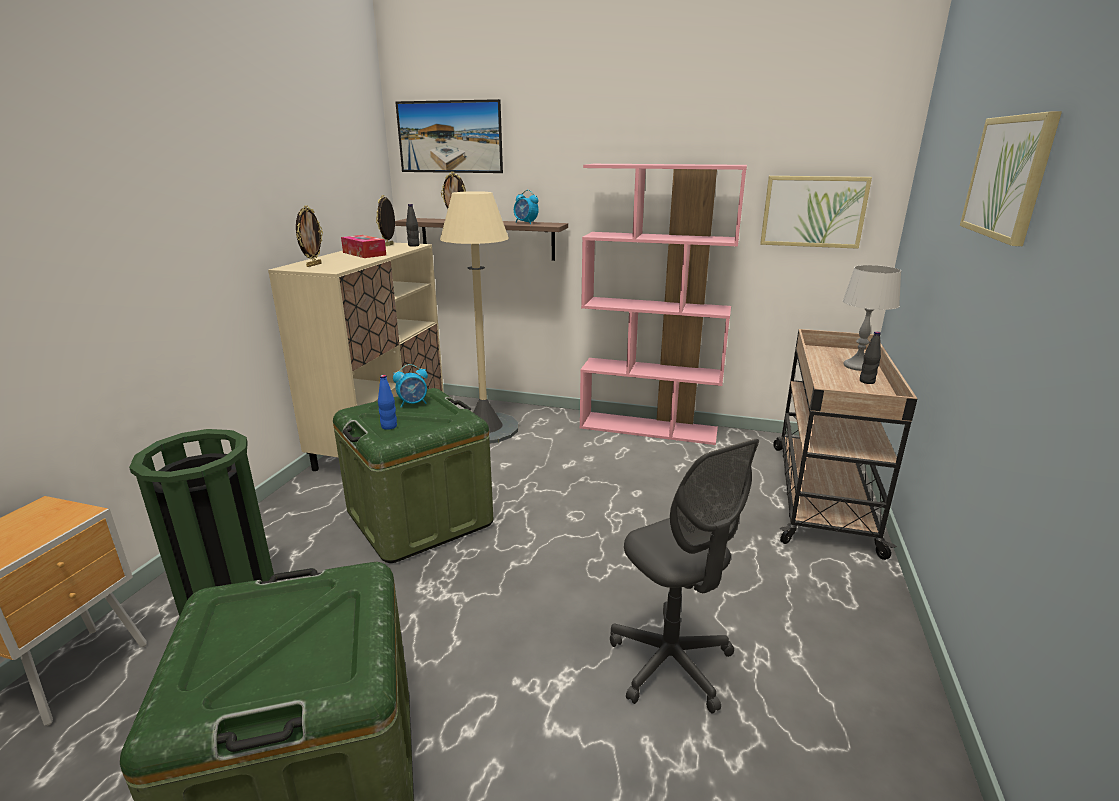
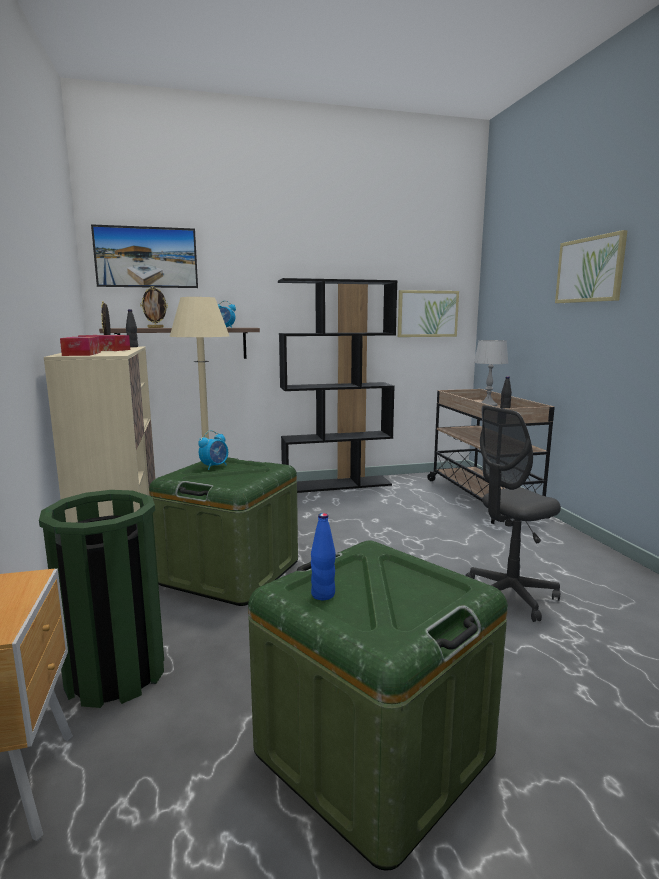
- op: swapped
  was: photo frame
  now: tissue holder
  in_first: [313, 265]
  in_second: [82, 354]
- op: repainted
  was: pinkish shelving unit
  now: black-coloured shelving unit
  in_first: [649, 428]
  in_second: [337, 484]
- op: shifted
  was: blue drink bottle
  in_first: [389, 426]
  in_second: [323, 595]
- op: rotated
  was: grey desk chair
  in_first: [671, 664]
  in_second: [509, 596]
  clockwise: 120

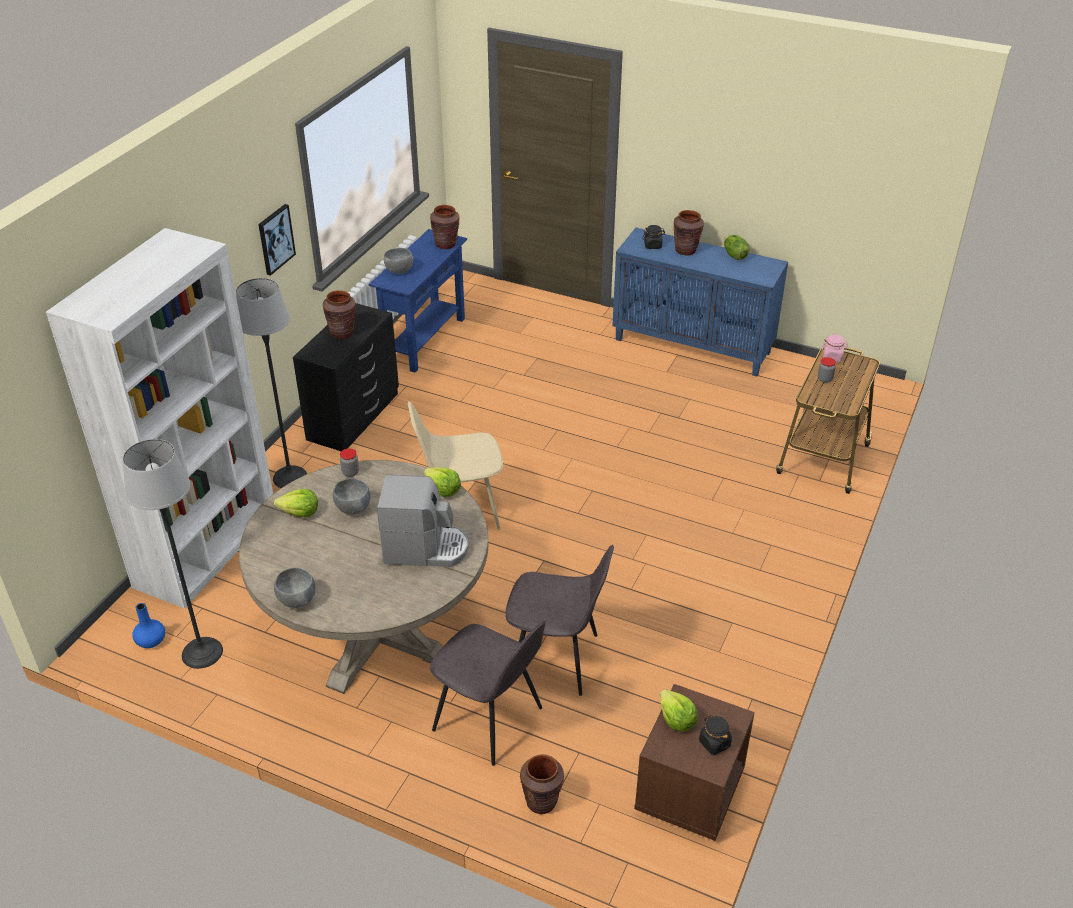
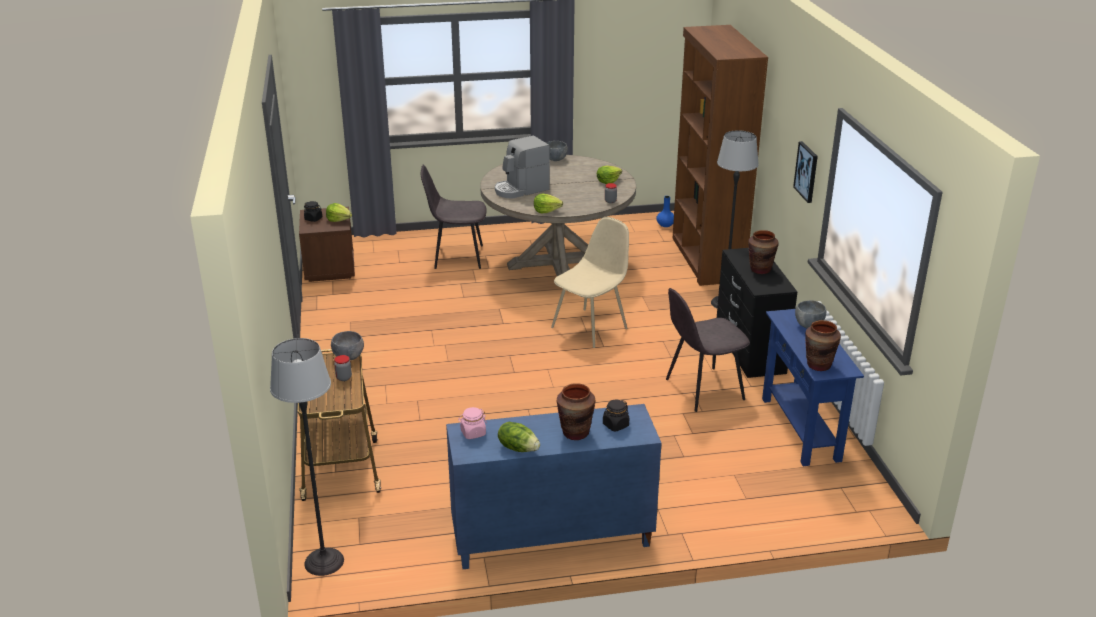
- op: shifted
  was: standard lamp
  in_first: [202, 653]
  in_second: [324, 561]
- op: shifted
  was: grey bowl
  in_first: [353, 509]
  in_second: [348, 357]
- op: shifted
  was: pinkish jar
  in_first: [832, 357]
  in_second: [473, 433]
- op: shifted
  was: grey plain chair
  in_first: [557, 659]
  in_second: [702, 390]
- op: repainted
  was: white shelving unit
  now: brown-coloured shelving unit
  in_first: [207, 548]
  in_second: [706, 259]
- op: gone
  was: brown-coloured vase
  in_first: [541, 801]

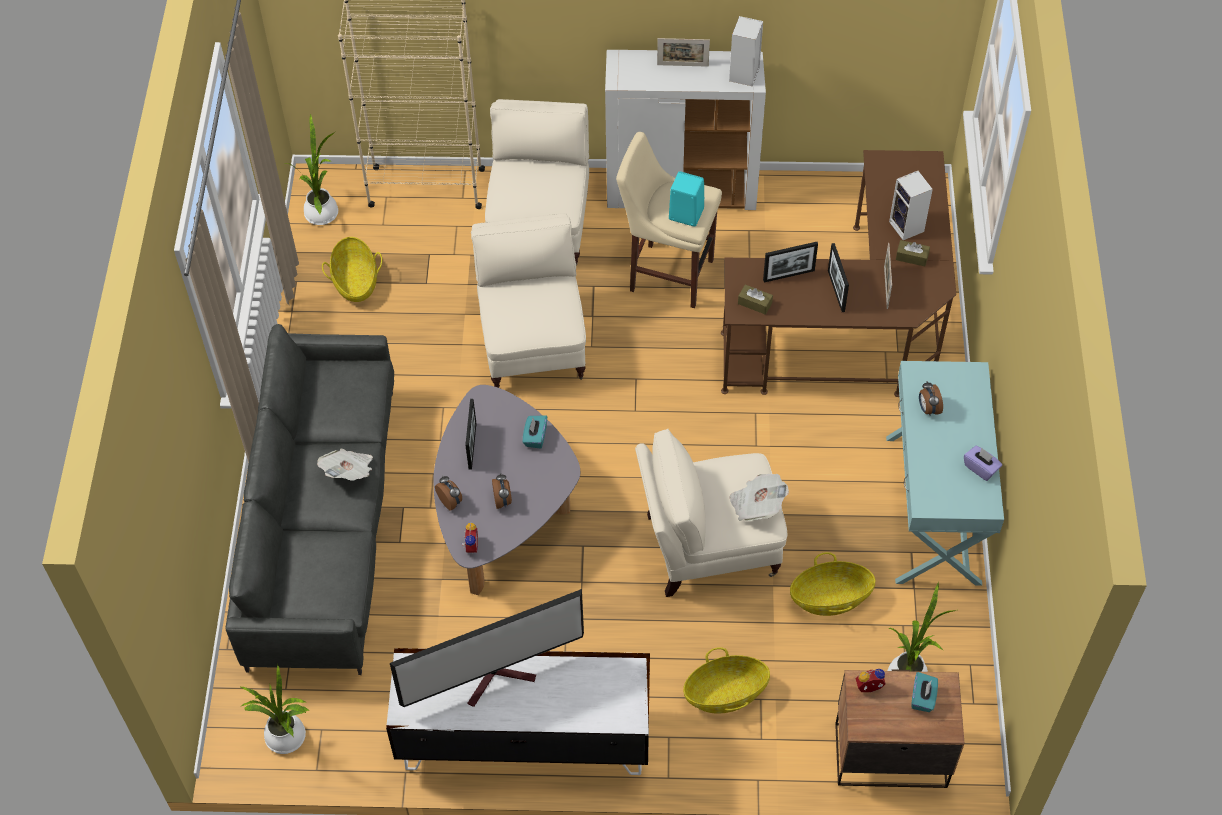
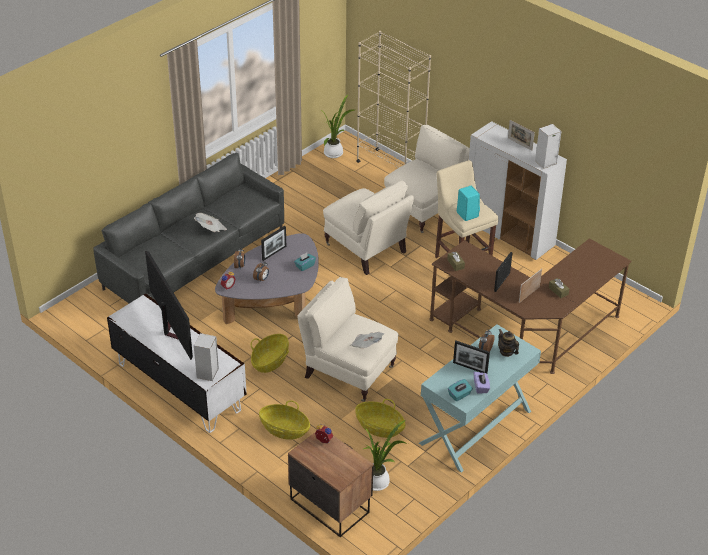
- op: rotated
  was: TV set
  in_first: [499, 679]
  in_second: [171, 330]
  clockwise: -135
- op: shifted
  was: speaker
  in_first: [907, 227]
  in_second: [207, 374]
- op: shifted
  was: storage basket
  in_first: [355, 281]
  in_second: [270, 361]
- op: rotated
  was: sand-coloured easy chair
  in_first: [533, 341]
  in_second: [366, 249]
  clockwise: 105
- op: shifted
  was: turquoise-coloured tissue holder
  in_first: [923, 698]
  in_second: [459, 395]
- op: shifted
  was: photo frame
  in_first: [788, 275]
  in_second: [470, 368]
- op: new
  now: teapot
  in_second: [506, 352]
- op: gone
  was: plant in a pot
  in_first: [288, 738]

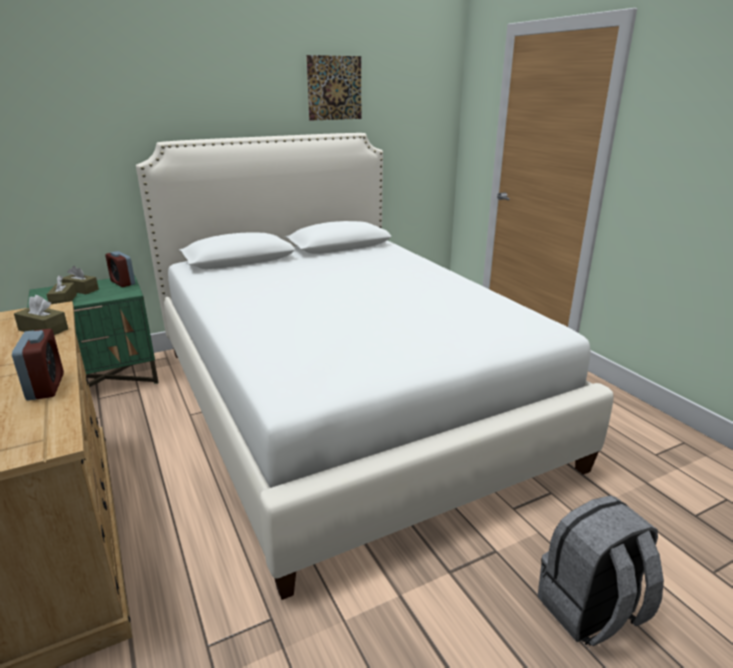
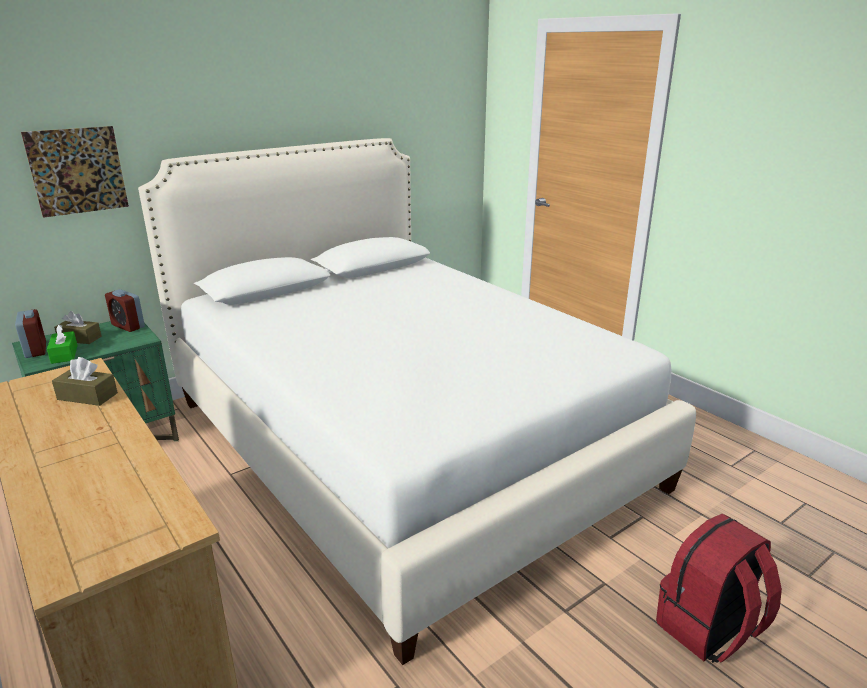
- op: shifted
  was: table clock
  in_first: [46, 387]
  in_second: [36, 350]
- op: shifted
  was: wall art
  in_first: [334, 88]
  in_second: [77, 171]
- op: repainted
  was: brown-coloured tissue holder
  now: greenish tissue holder
  in_first: [63, 301]
  in_second: [64, 354]
- op: repainted
  was: grey backpack
  now: red backpack
  in_first: [590, 611]
  in_second: [708, 630]

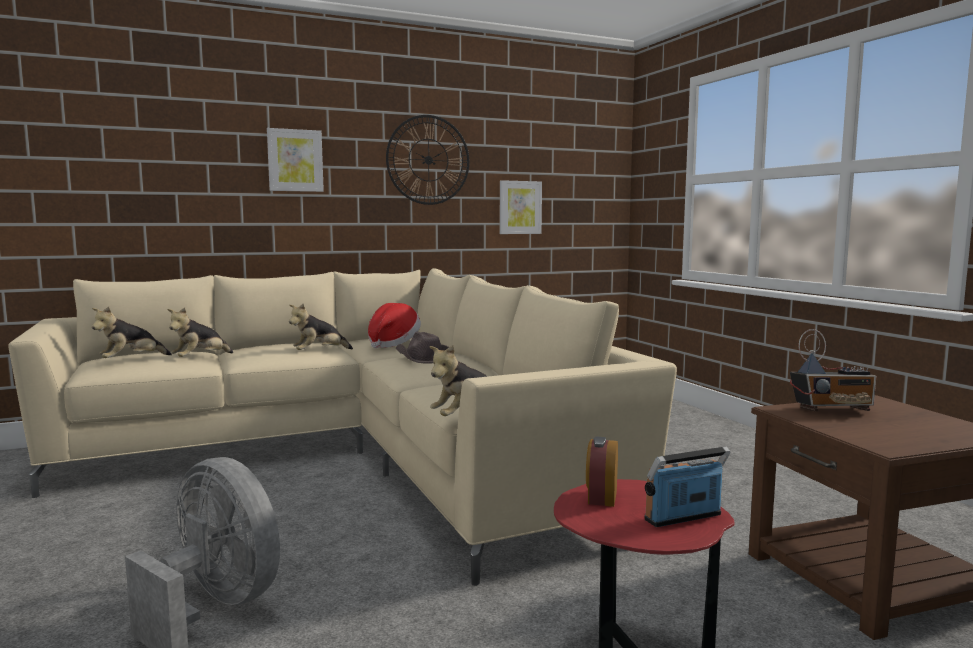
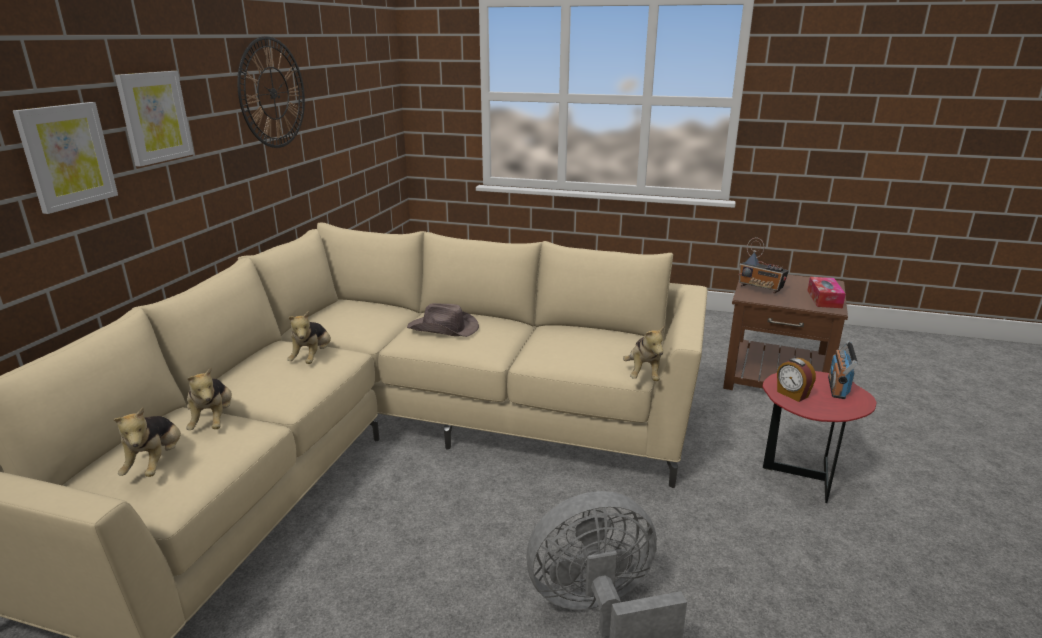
- op: shifted
  was: wall art
  in_first: [520, 207]
  in_second: [67, 156]
- op: rotated
  was: radio
  in_first: [832, 410]
  in_second: [760, 289]
  clockwise: 90
- op: new
  now: tissue holder
  in_second: [824, 299]
- op: gone
  was: clothing hat
  in_first: [393, 344]

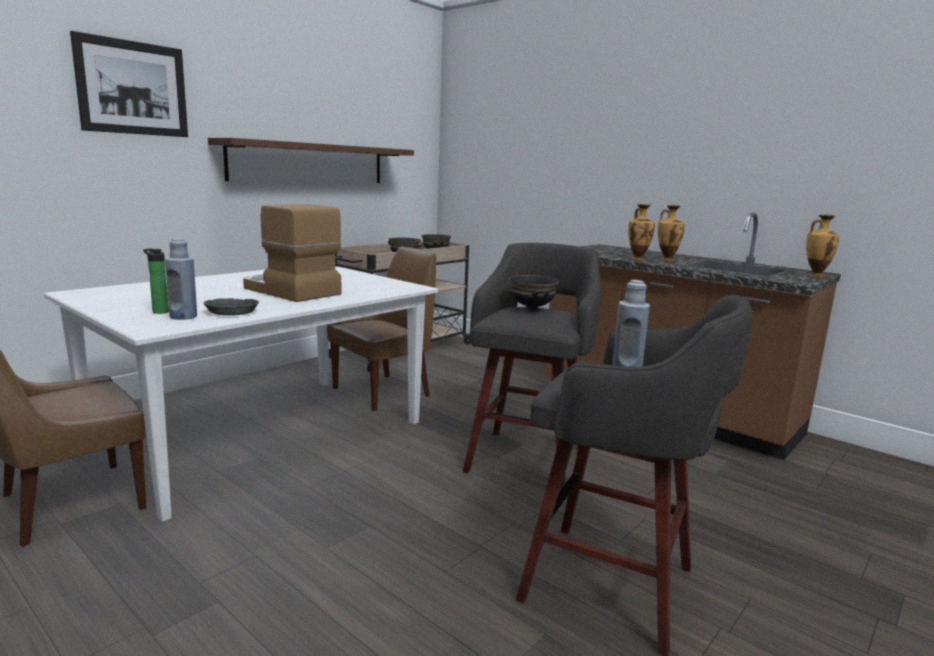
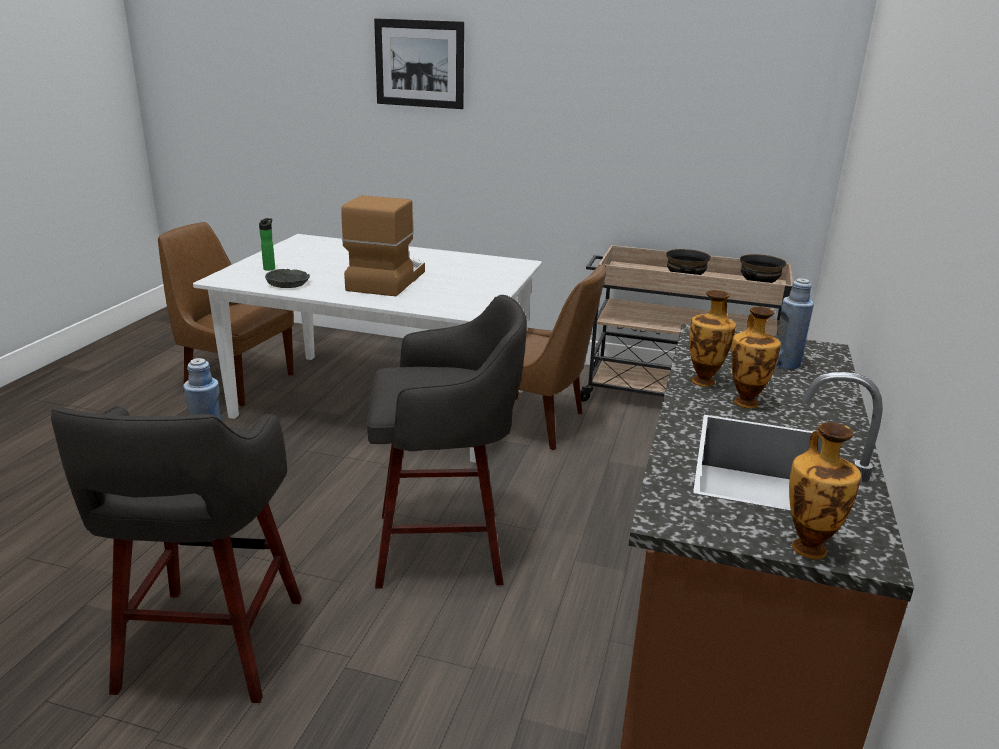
- op: shifted
  was: blue drink bottle
  in_first: [183, 317]
  in_second: [785, 363]
- op: gone
  was: brown-coloured shelf
  in_first: [309, 163]
- op: gone
  was: black-coloured bowl
  in_first: [531, 310]

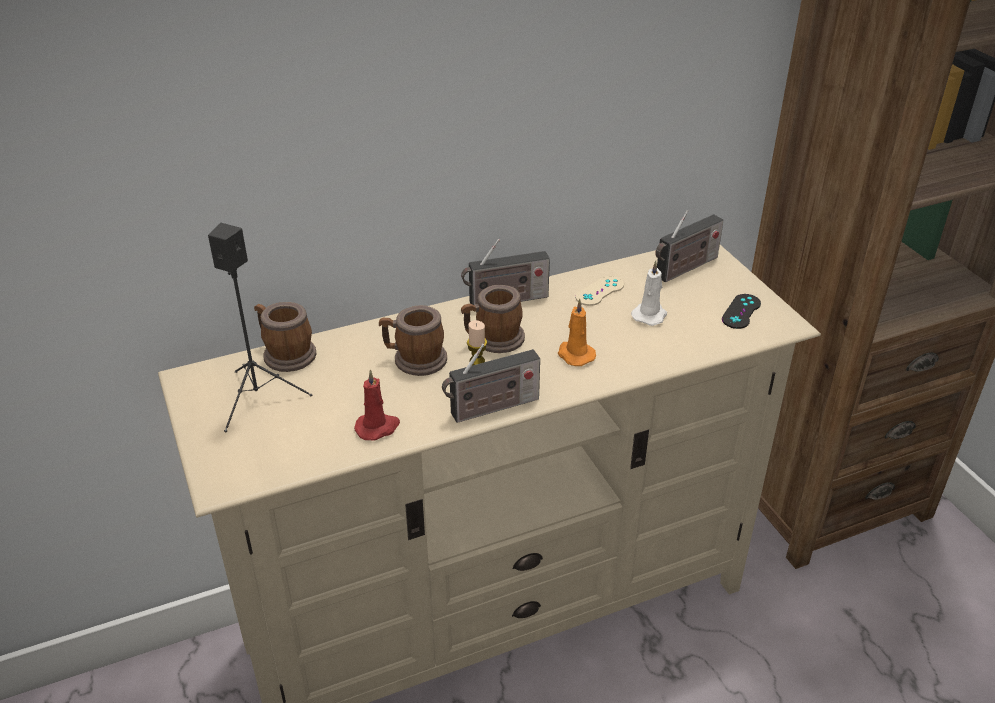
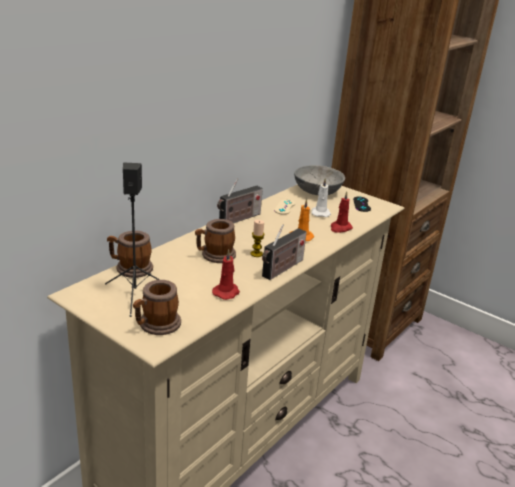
- op: shifted
  was: coffee mug
  in_first: [493, 339]
  in_second: [156, 325]
- op: swapped
  was: radio
  now: grey bowl
  in_first: [685, 269]
  in_second: [317, 191]
- op: new
  now: red wax light
  in_second: [340, 228]

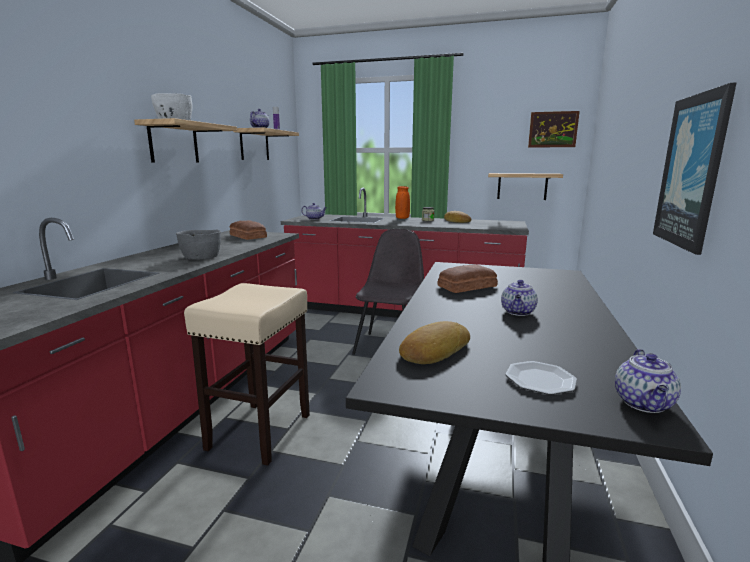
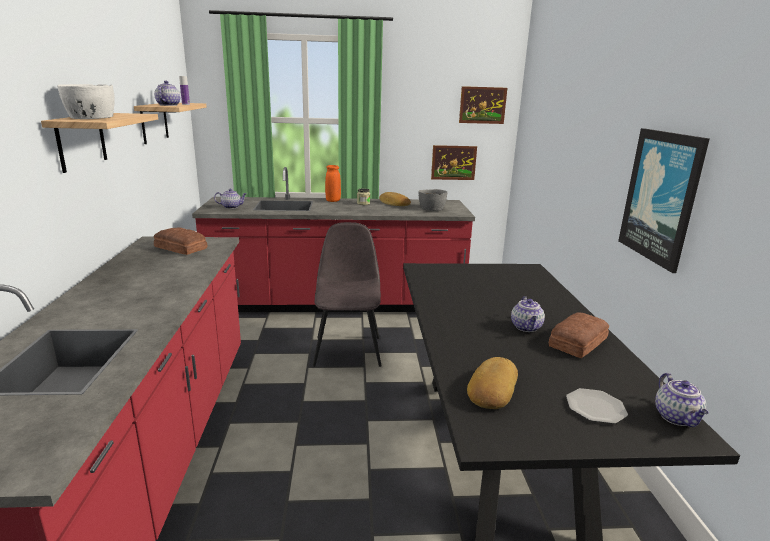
- op: shifted
  was: grey bowl
  in_first: [201, 257]
  in_second: [431, 209]
- op: swapped
  was: shelf
  now: wall art
  in_first: [522, 186]
  in_second: [453, 162]
- op: shifted
  was: bakery bread
  in_first: [466, 286]
  in_second: [576, 342]
- op: gone
  was: sand-coloured stool
  in_first: [260, 431]

